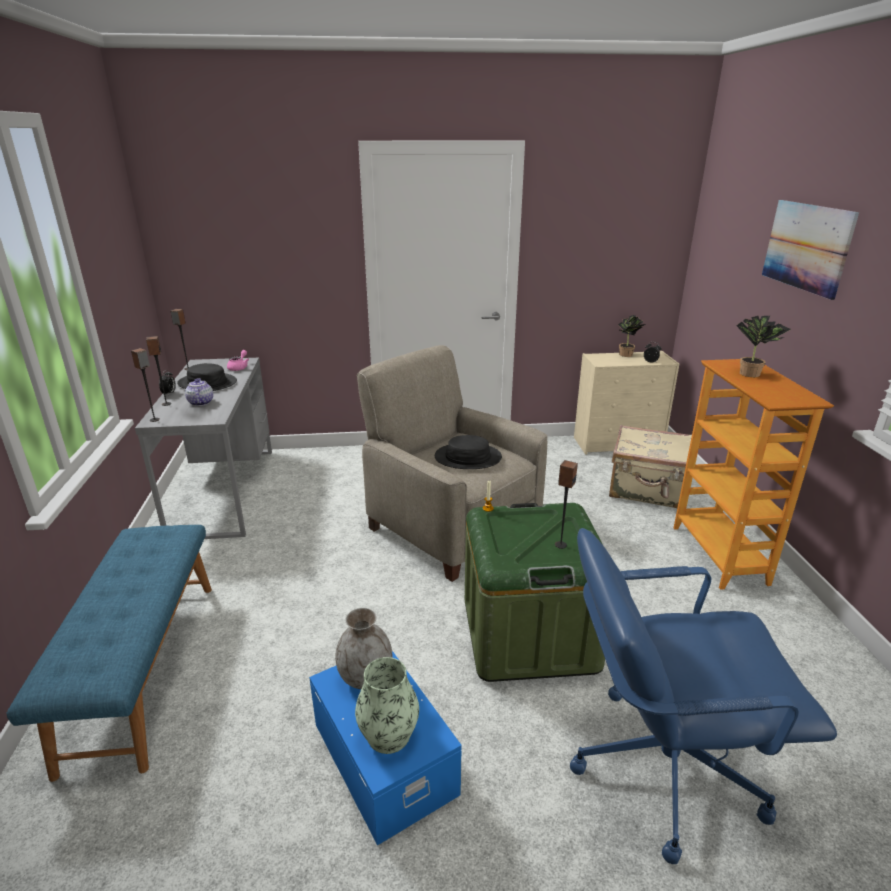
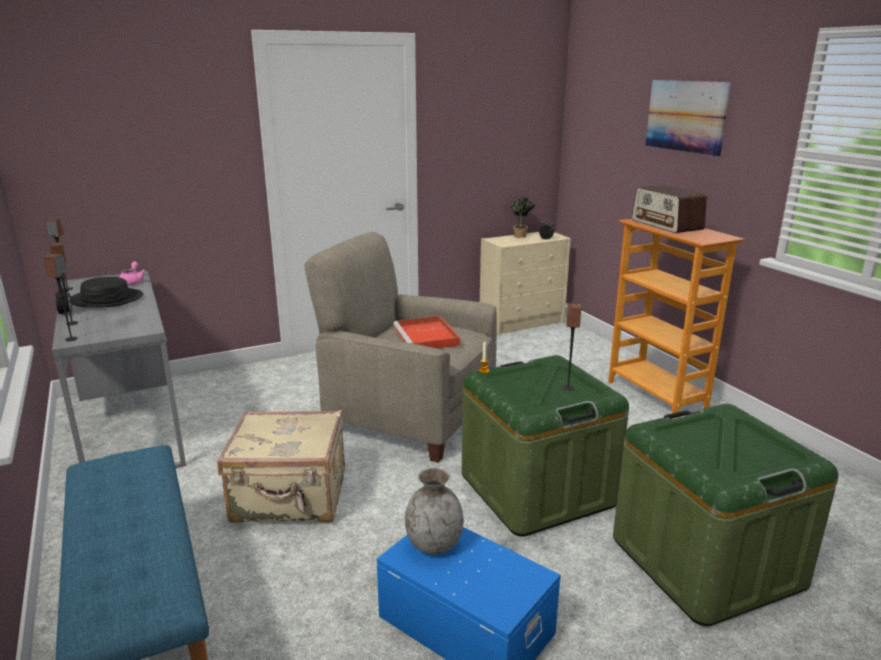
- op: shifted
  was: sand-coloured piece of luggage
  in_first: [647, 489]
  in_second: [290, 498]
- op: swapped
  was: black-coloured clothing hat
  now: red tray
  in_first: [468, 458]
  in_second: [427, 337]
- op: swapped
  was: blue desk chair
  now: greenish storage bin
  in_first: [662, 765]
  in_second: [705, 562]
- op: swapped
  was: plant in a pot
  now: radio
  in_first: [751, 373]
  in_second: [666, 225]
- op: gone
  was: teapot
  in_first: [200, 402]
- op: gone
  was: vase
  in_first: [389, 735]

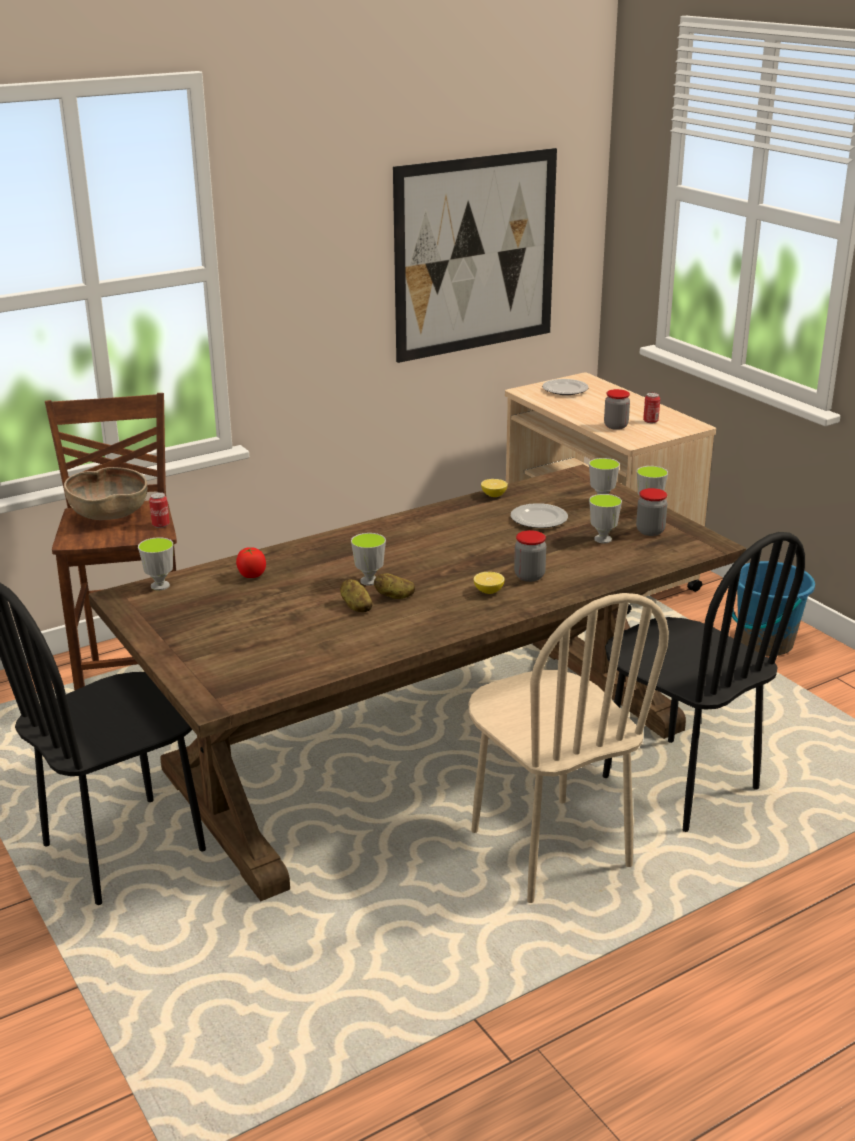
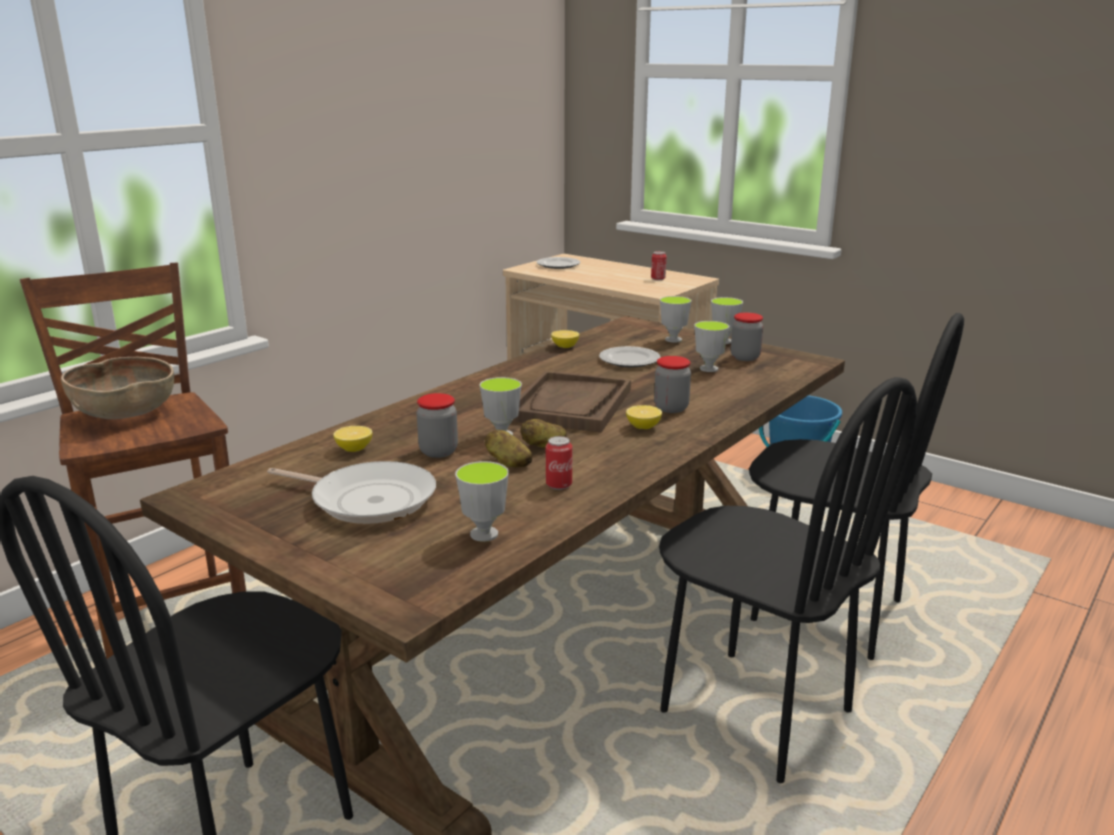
- op: new
  now: frying pan
  in_second: [368, 499]
- op: swapped
  was: whole tomato
  now: citrus fruit
  in_first: [251, 575]
  in_second: [354, 449]
- op: shifted
  was: jar
  in_first: [616, 426]
  in_second: [438, 451]
- op: shifted
  was: small cup
  in_first: [160, 586]
  in_second: [484, 534]
- op: new
  now: brown-coloured tray
  in_second: [571, 405]
- op: shifted
  was: sealed can
  in_first: [160, 524]
  in_second: [559, 485]
- op: repainted
  was: sand-coloured plain chair
  now: black-coloured plain chair
  in_first: [548, 849]
  in_second: [754, 712]
- op: gone
  was: wall art
  in_first: [475, 254]

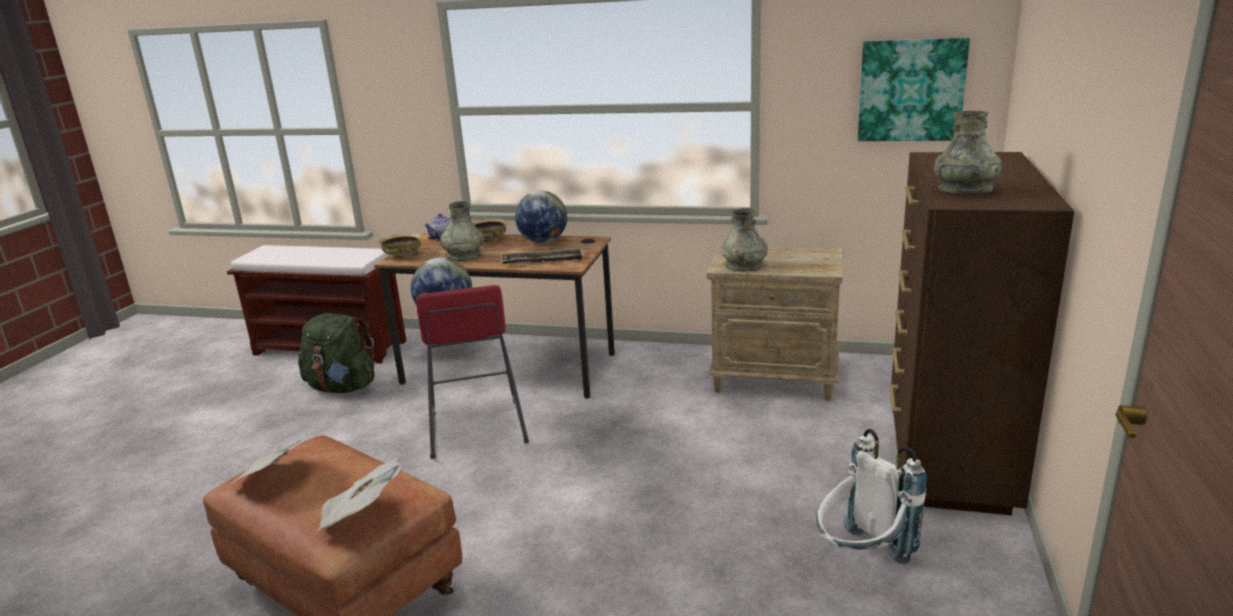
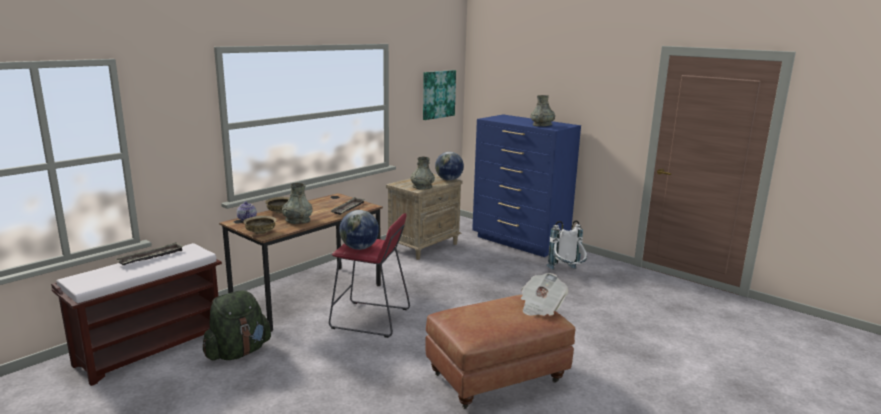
- op: new
  now: tray
  in_second: [151, 257]
- op: shifted
  was: globe
  in_first: [543, 242]
  in_second: [448, 180]
- op: repainted
  was: brown-coloured chest of drawers
  now: blue chest of drawers
  in_first: [946, 455]
  in_second: [520, 242]
- op: gone
  was: daily paper
  in_first: [275, 477]

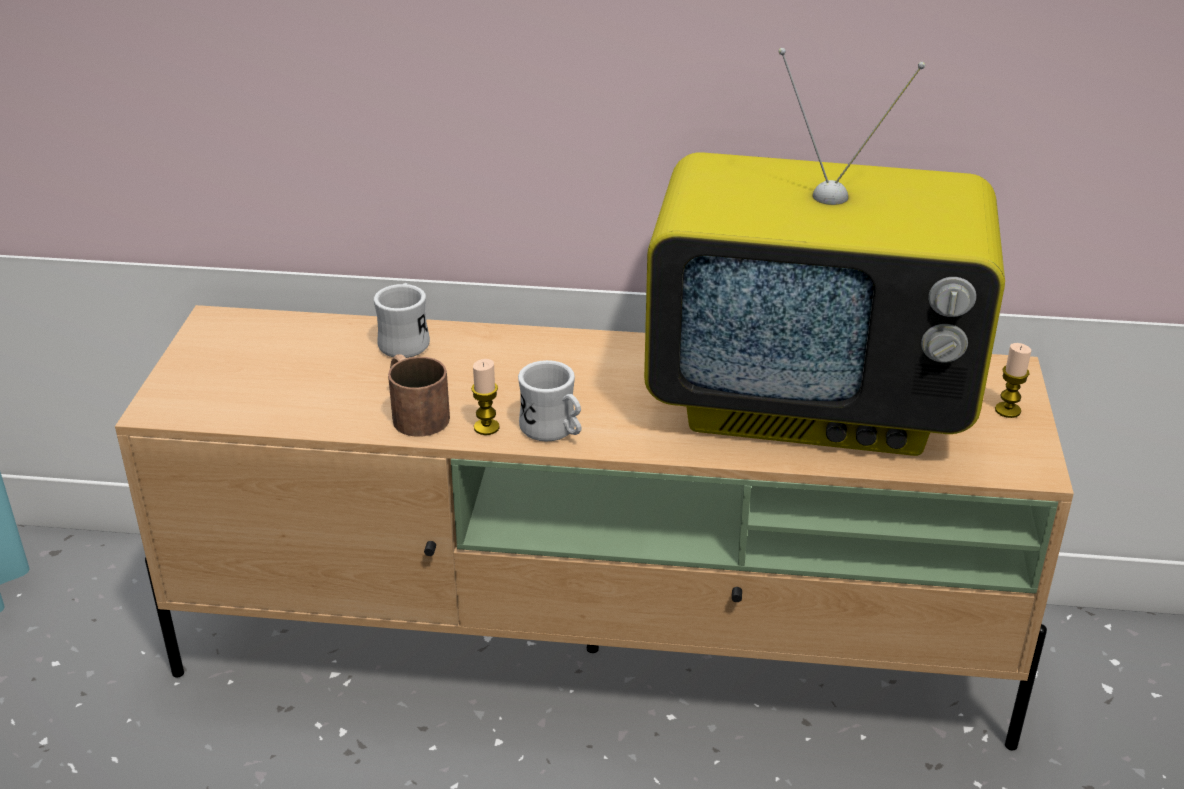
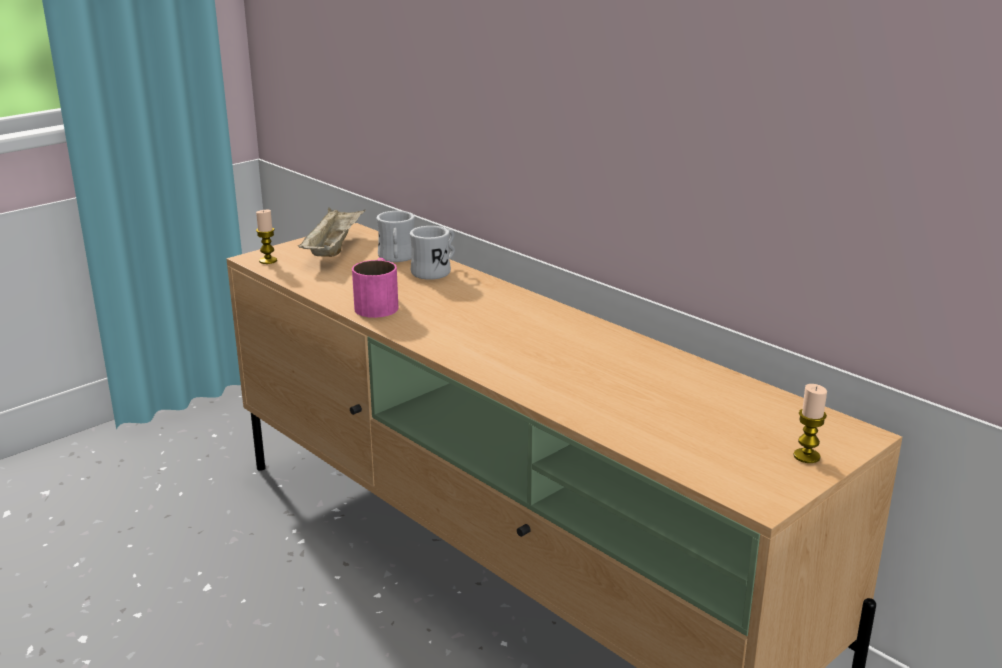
- op: shifted
  was: wax light
  in_first: [486, 427]
  in_second: [268, 261]
- op: new
  now: sand-coloured tray
  in_second: [333, 248]
- op: repainted
  was: brown-coloured coffee mug
  now: pinkish coffee mug
  in_first: [414, 412]
  in_second: [379, 304]
- op: shifted
  was: white coffee mug
  in_first: [554, 431]
  in_second: [397, 259]
- op: gone
  was: TV set
  in_first: [811, 403]

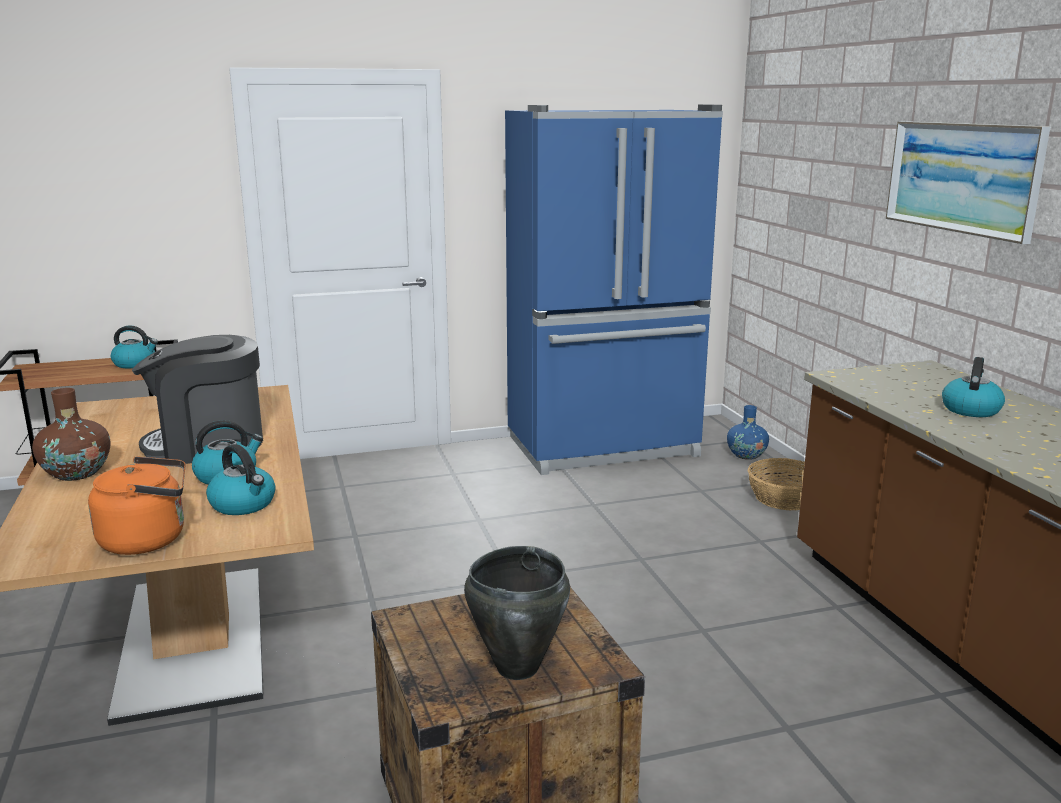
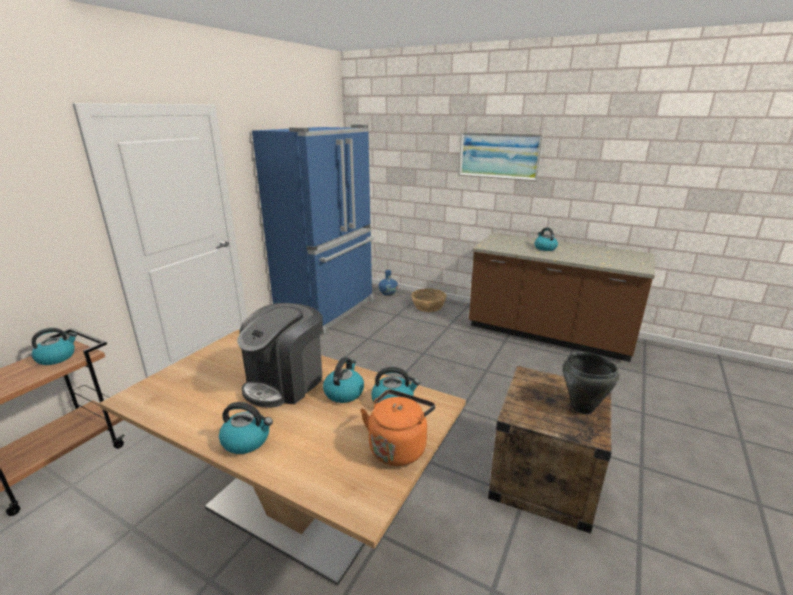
- op: swapped
  was: brown-coloured vase
  now: kettle
  in_first: [77, 473]
  in_second: [247, 440]

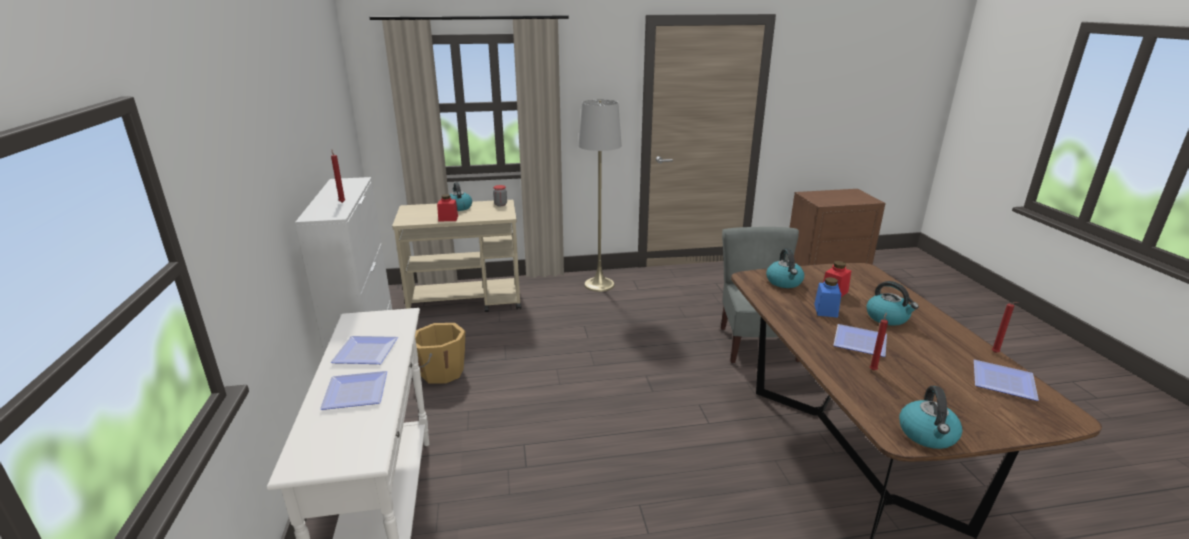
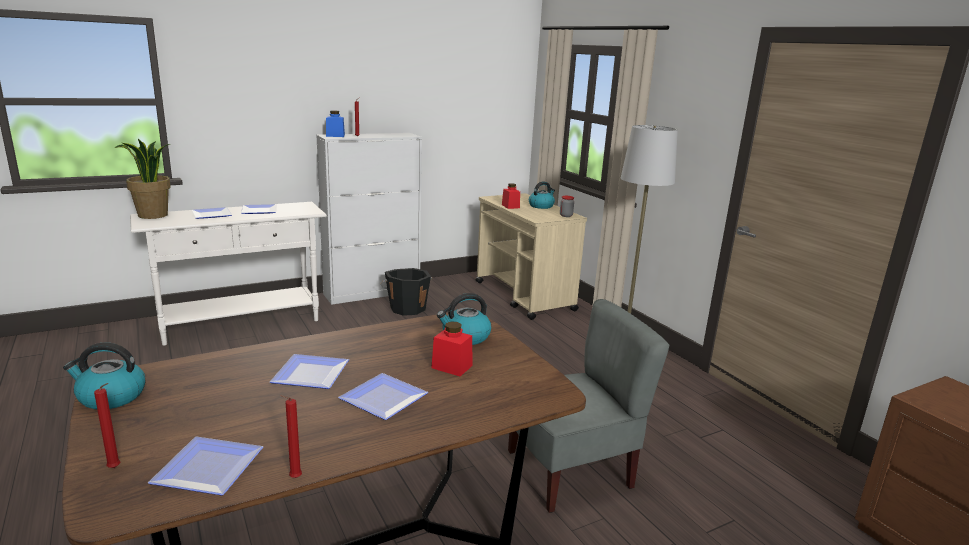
- op: shifted
  was: red wax light
  in_first: [873, 369]
  in_second: [116, 468]
- op: new
  now: plant in a pot
  in_second: [153, 215]
- op: shifted
  was: blue jar
  in_first: [825, 310]
  in_second: [335, 135]
- op: swapped
  was: kettle
  now: plate
  in_first: [887, 318]
  in_second: [387, 399]
- op: repainted
  was: orangey pail
  now: black-coloured pail
  in_first: [441, 372]
  in_second: [407, 308]

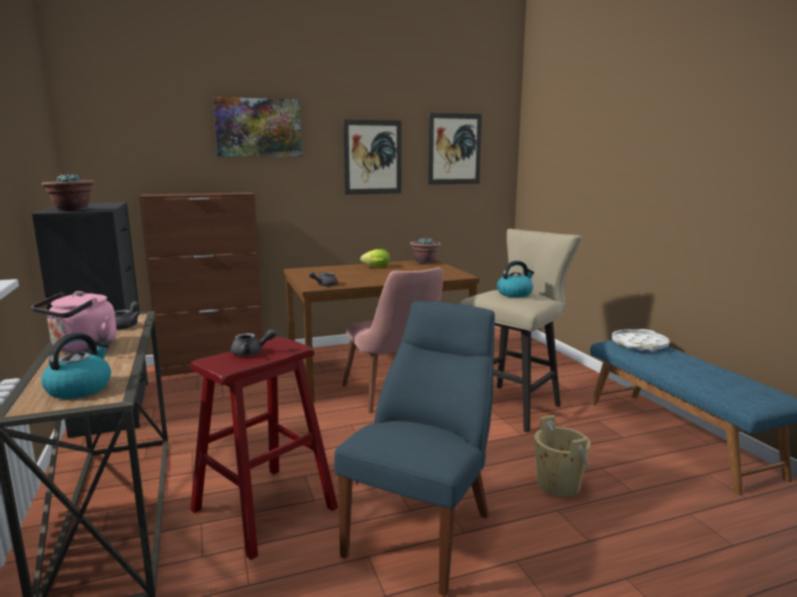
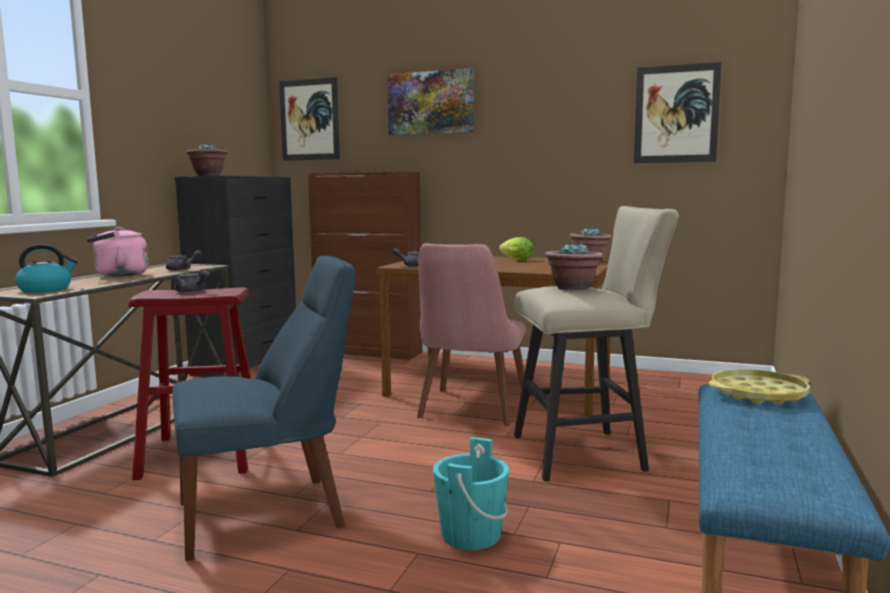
- op: shifted
  was: wall art
  in_first: [372, 157]
  in_second: [309, 120]
- op: repainted
  was: sand-coloured pail
  now: turquoise-coloured pail
  in_first: [558, 484]
  in_second: [471, 534]
- op: swapped
  was: kettle
  now: plant in a pot
  in_first: [515, 294]
  in_second: [573, 288]
- op: repainted
  was: white tray
  now: yellowish tray
  in_first: [639, 345]
  in_second: [758, 394]

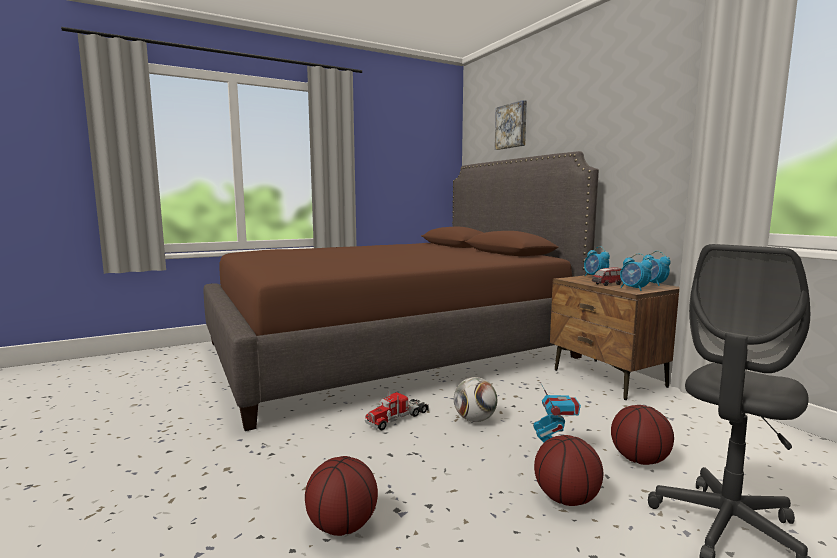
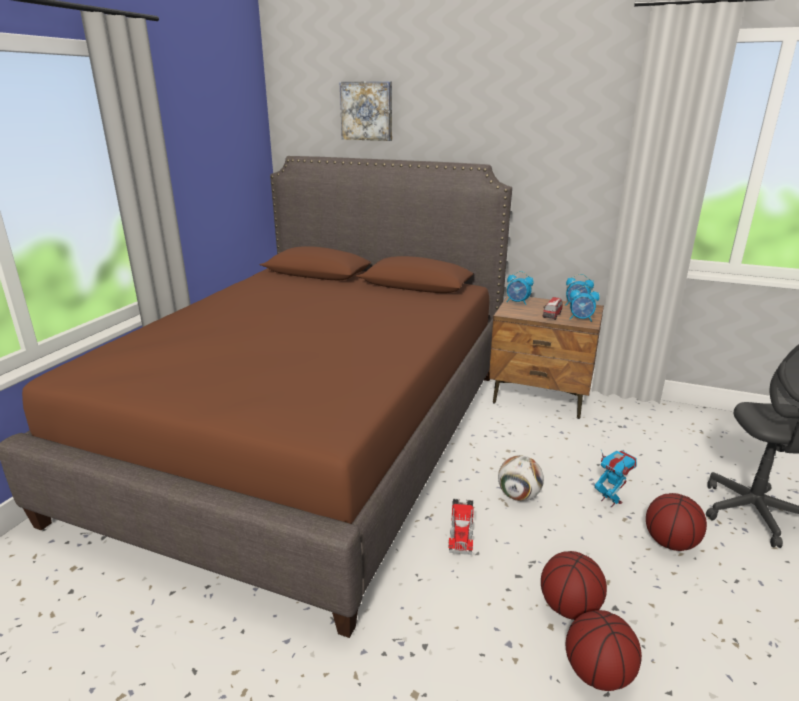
- op: shifted
  was: basketball ball
  in_first: [640, 460]
  in_second: [570, 607]

